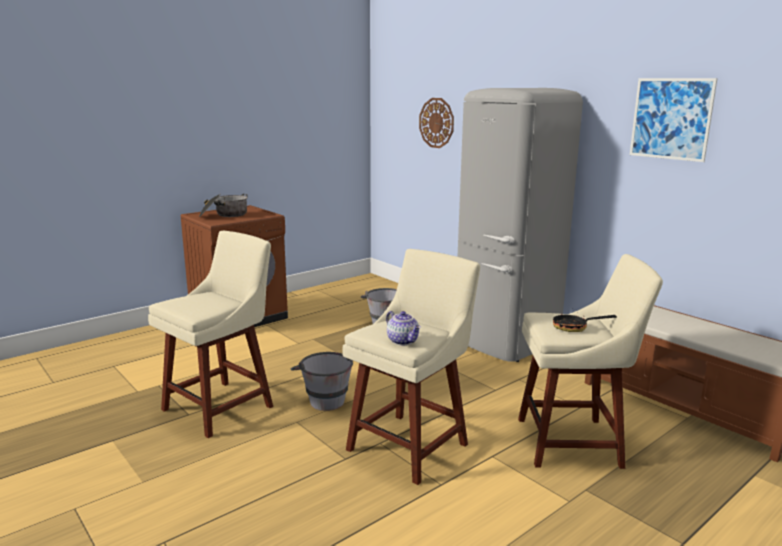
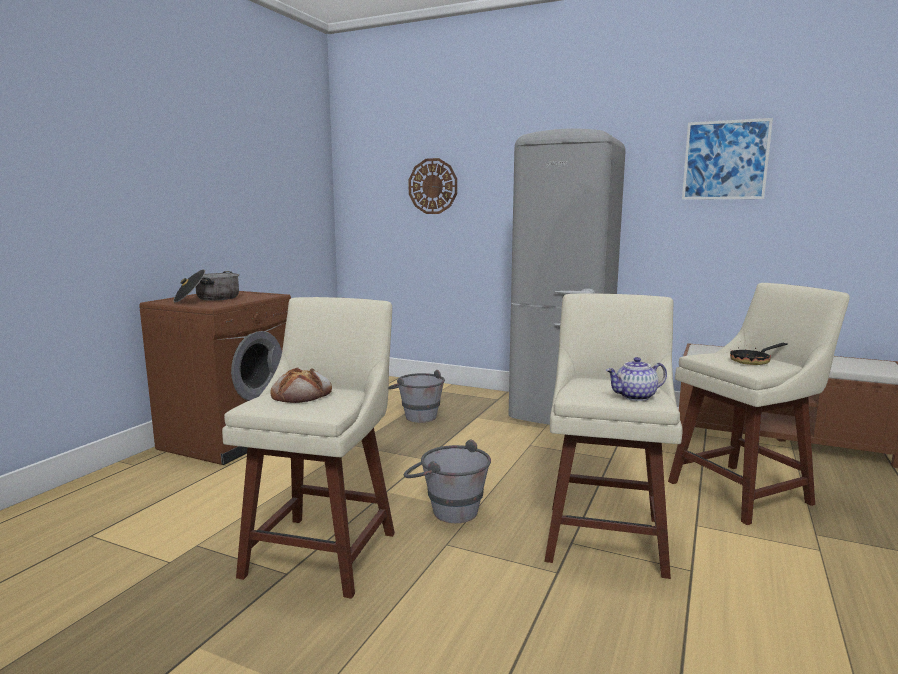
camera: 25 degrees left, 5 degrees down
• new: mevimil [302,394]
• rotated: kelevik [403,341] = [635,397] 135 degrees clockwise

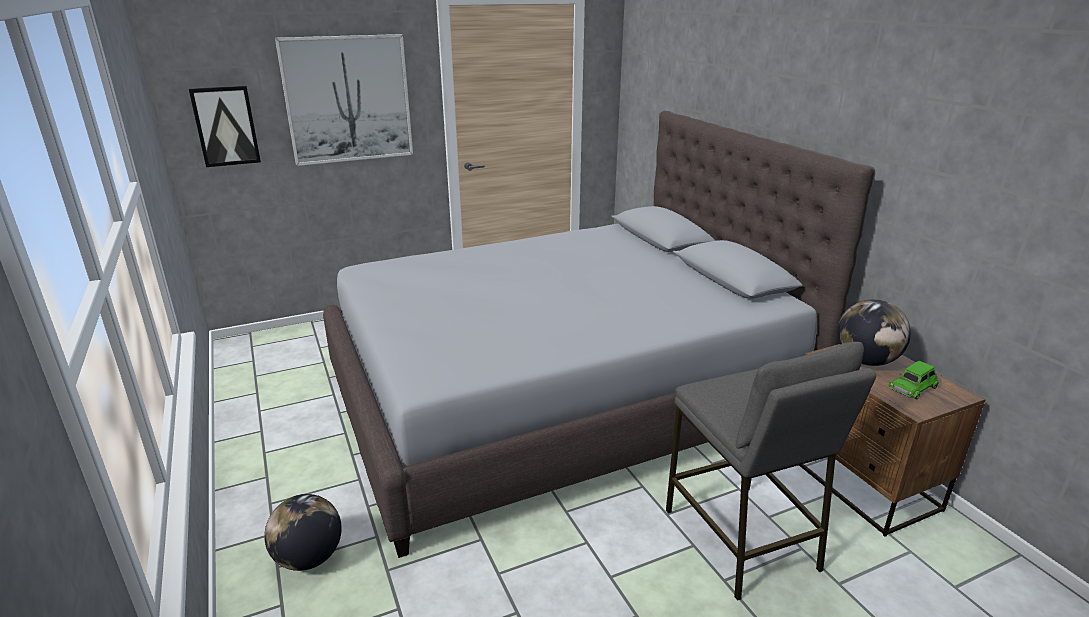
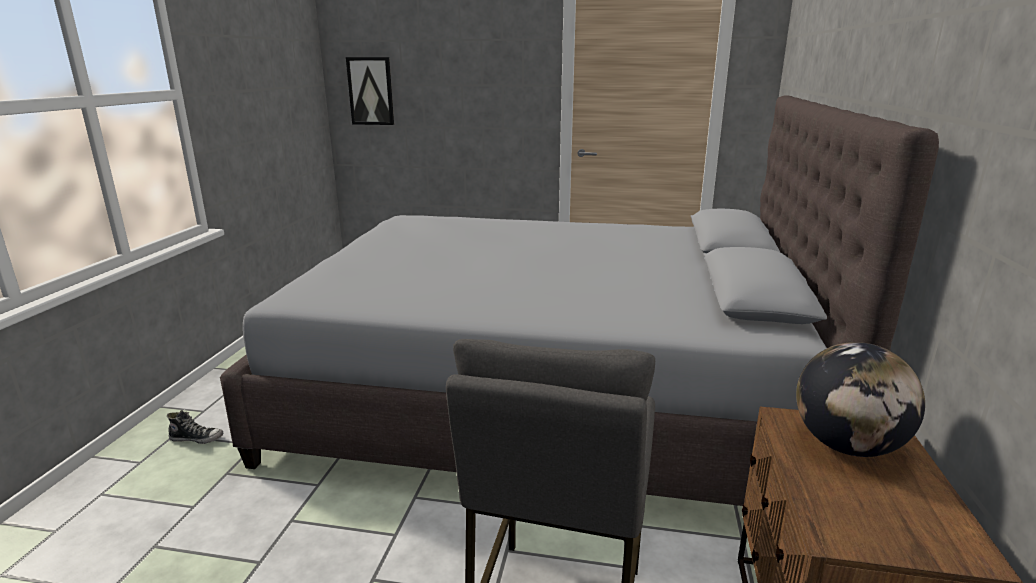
camera: 35 degrees right, 5 degrees down
• gone: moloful [348,99]
• gone: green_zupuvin [912,387]
• swapped: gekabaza [309,558] to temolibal [197,438]

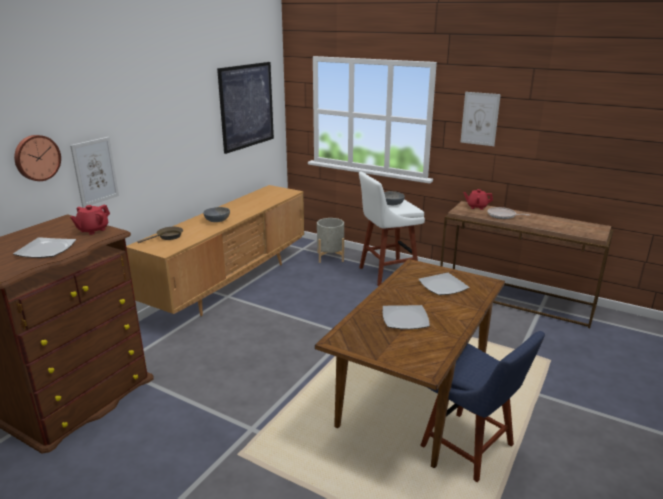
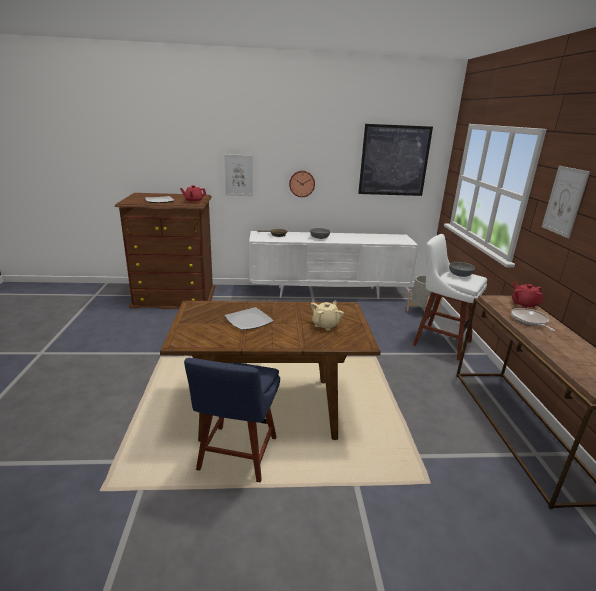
camera: 55 degrees right, 0 degrees up
• shifted: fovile [36,157] to [301,183]
• swapped: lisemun [443,286] to beige_kelevik [325,325]
• repainted: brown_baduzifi [231,284] to white_baduzifi [328,293]

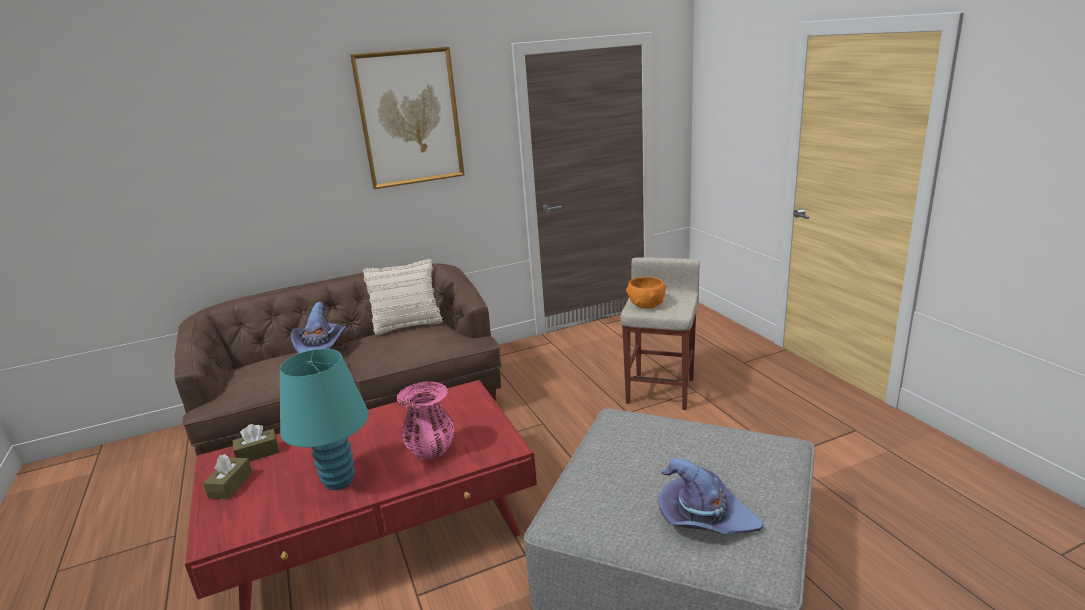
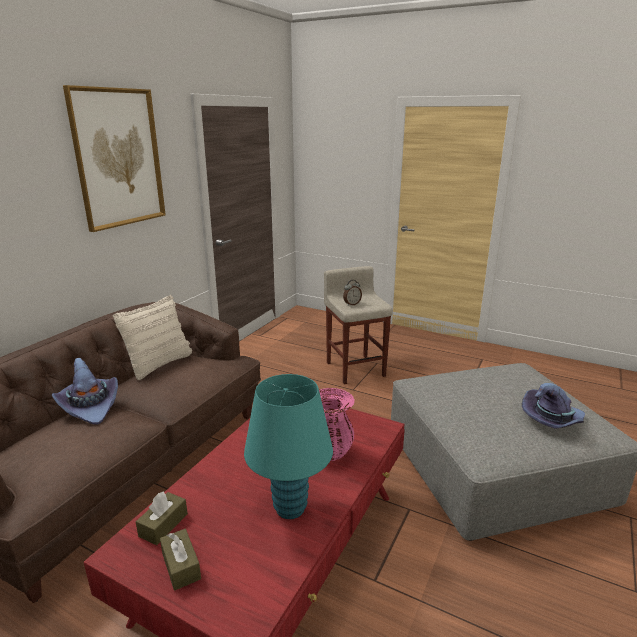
camera: 40 degrees left, 0 degrees up
• swapped: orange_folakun [646,305] to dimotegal [351,304]

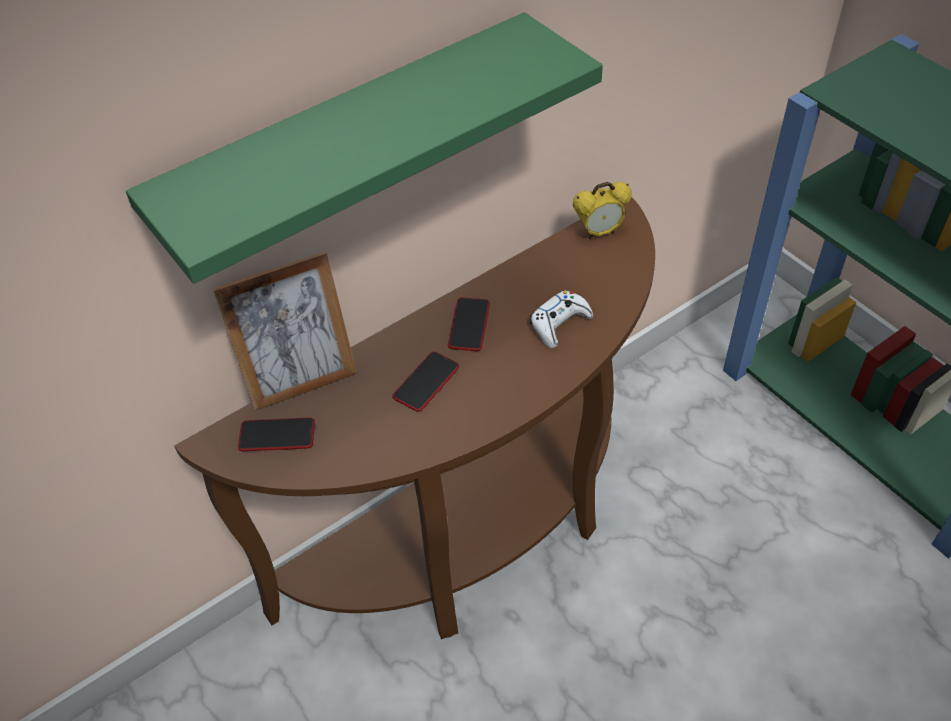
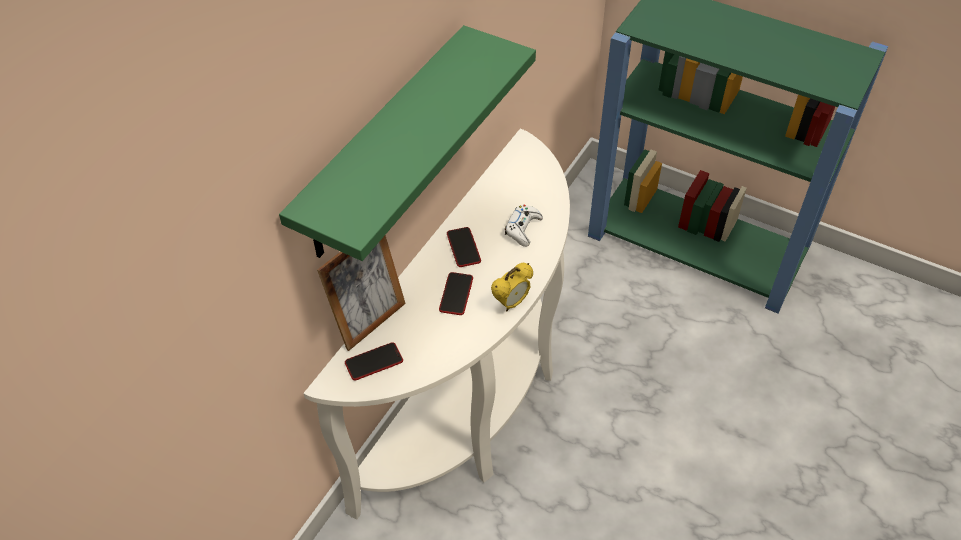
camera: 25 degrees left, 0 degrees up
• shifted: dimotegal [599,232] to [511,303]
• repainted: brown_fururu [478,536] to white_fururu [475,405]

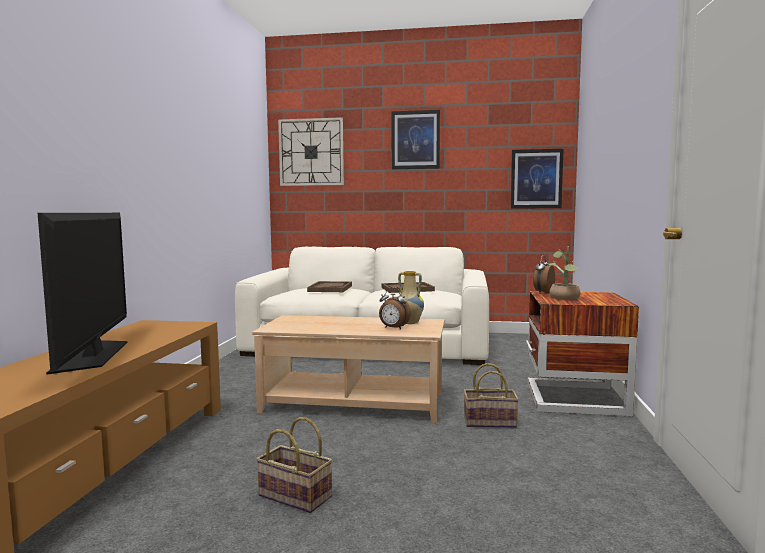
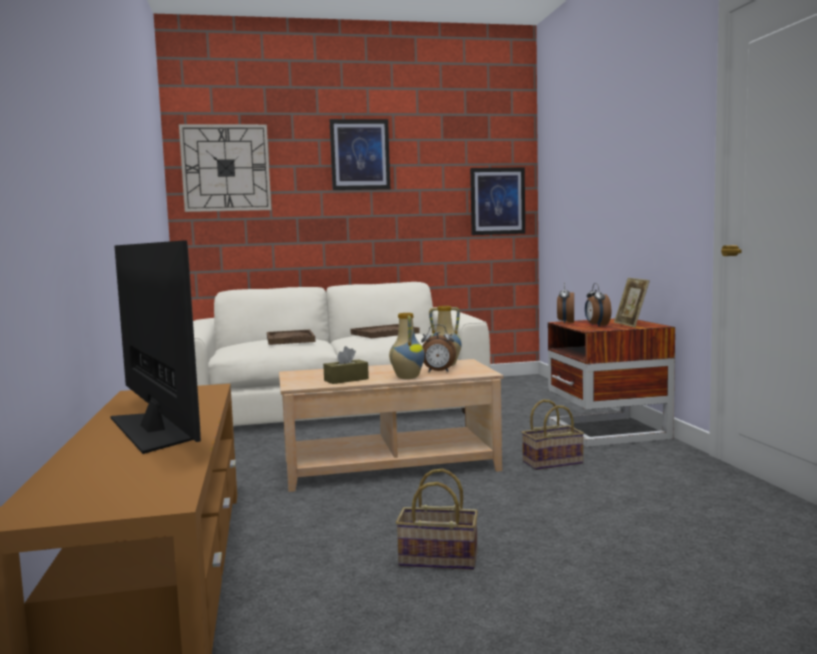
camera: 20 degrees left, 0 degrees up
• new: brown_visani [346,380]
• new: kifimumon [406,378]
• new: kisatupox [631,324]
• swapped: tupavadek [564,298] to dimotegal [596,325]

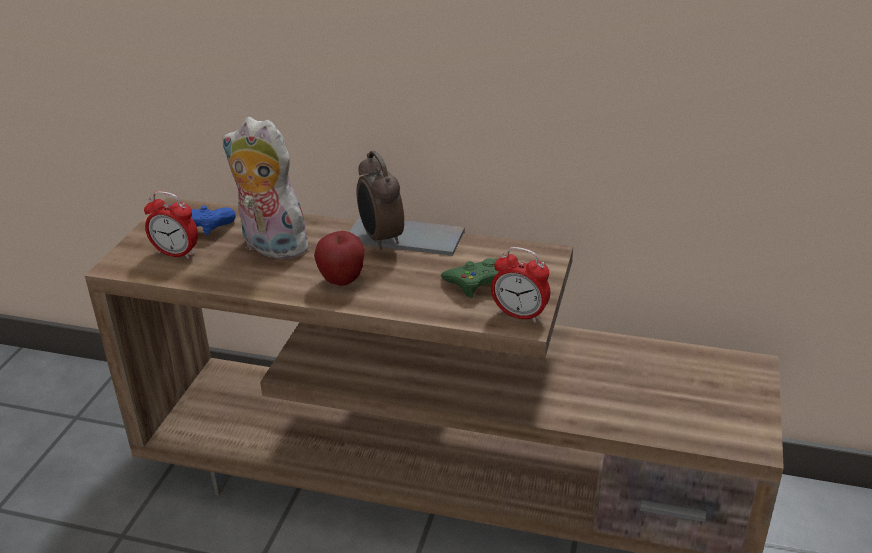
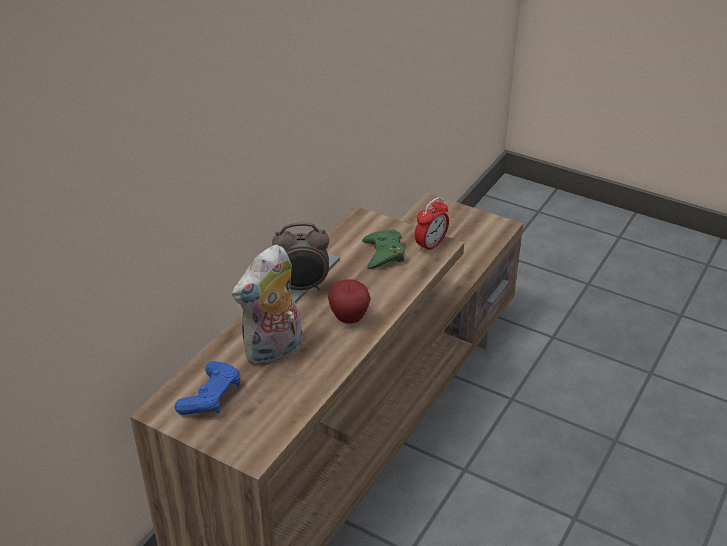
camera: 75 degrees left, 5 degrees up
• gone: dimotegal [176,253]

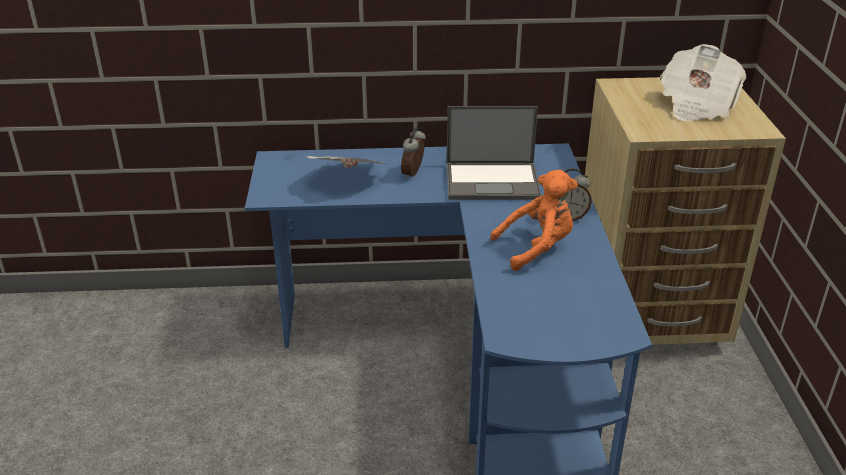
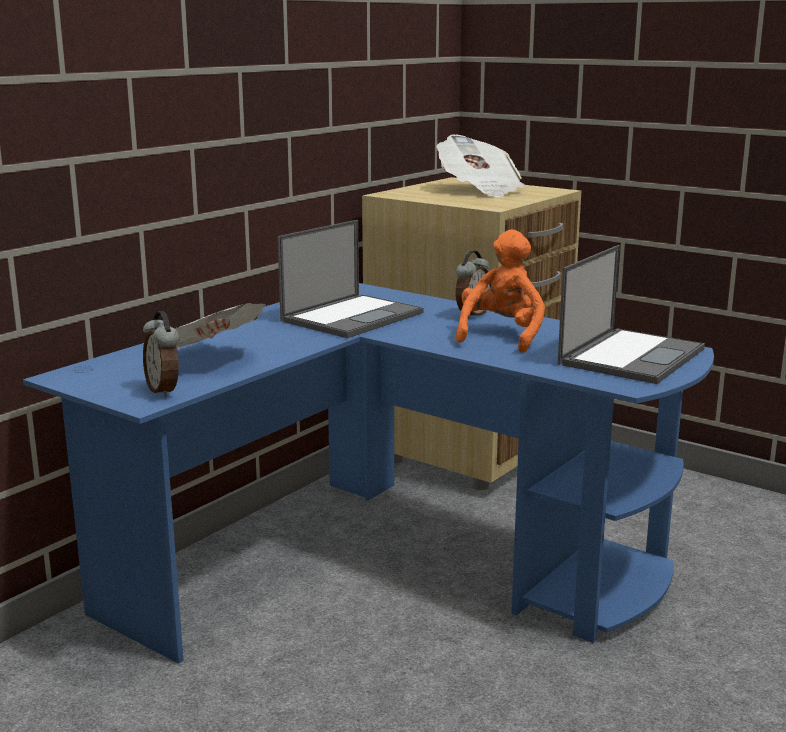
camera: 50 degrees left, 15 degrees down
• new: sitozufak [632,356]
• shifted: dimotegal [414,174] to [164,390]

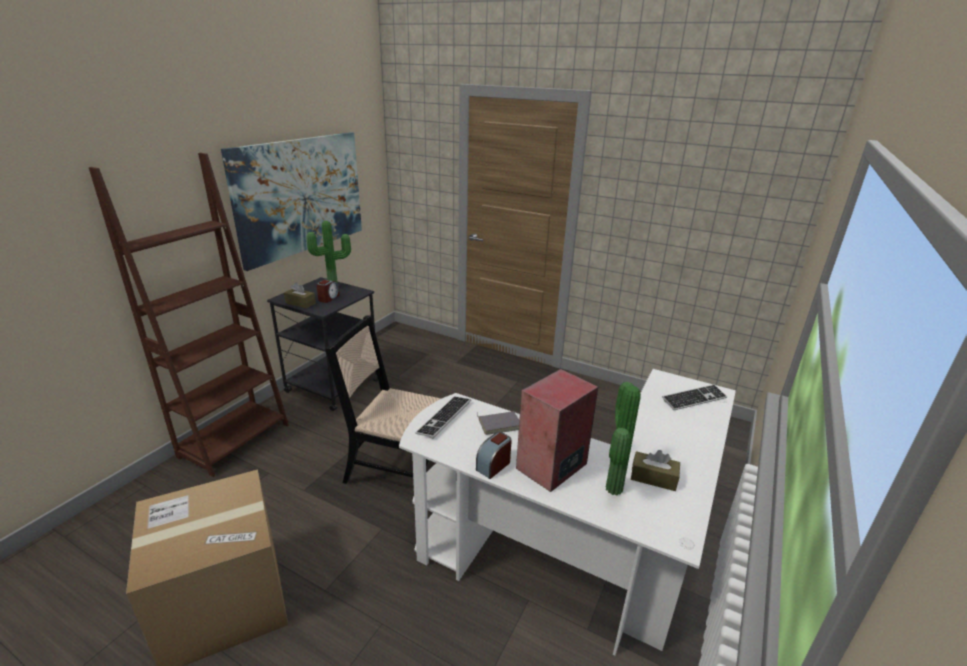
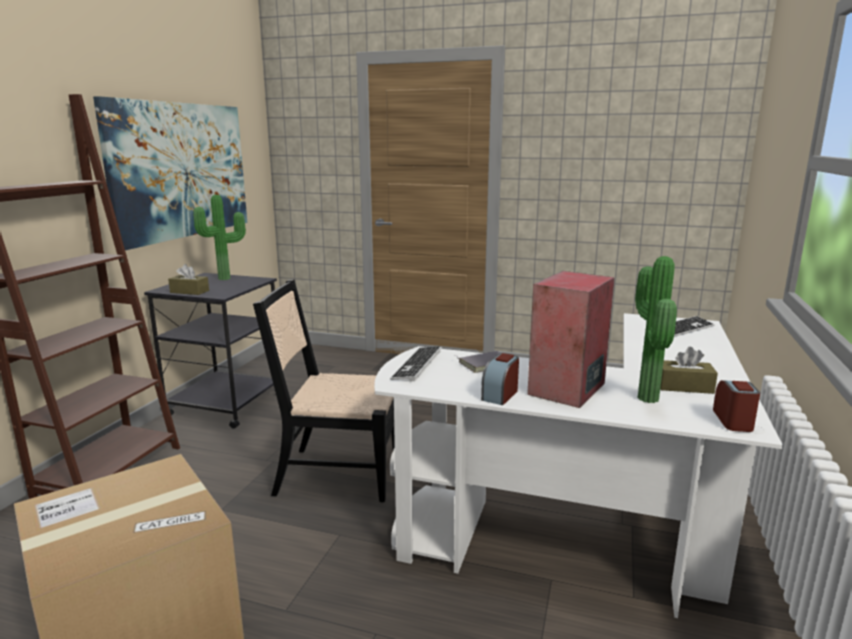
camera: 10 degrees left, 10 degrees down
• shifted: dimotegal [328,298] to [733,421]

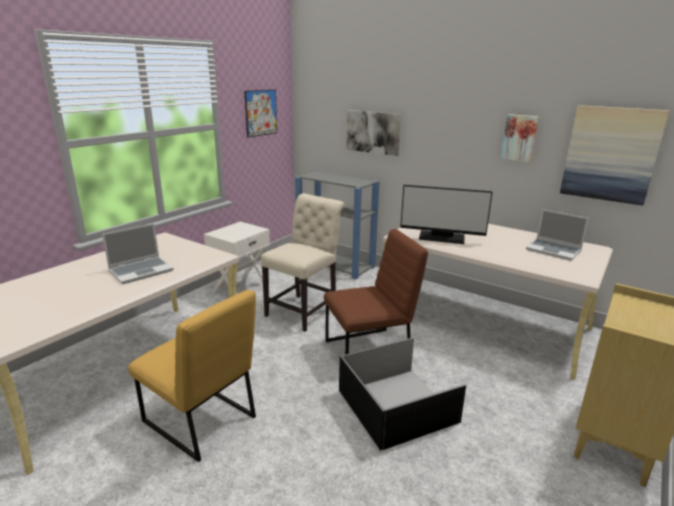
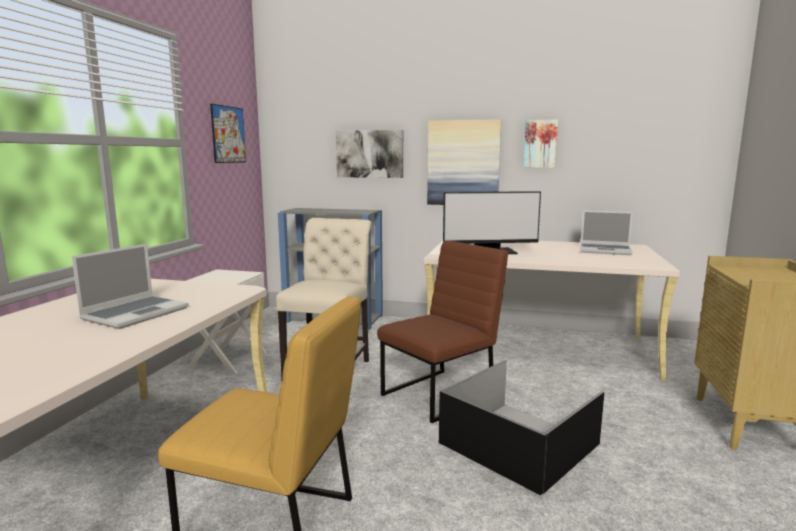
camera: 20 degrees left, 10 degrees down
• shifted: moloful [610,154] to [463,163]

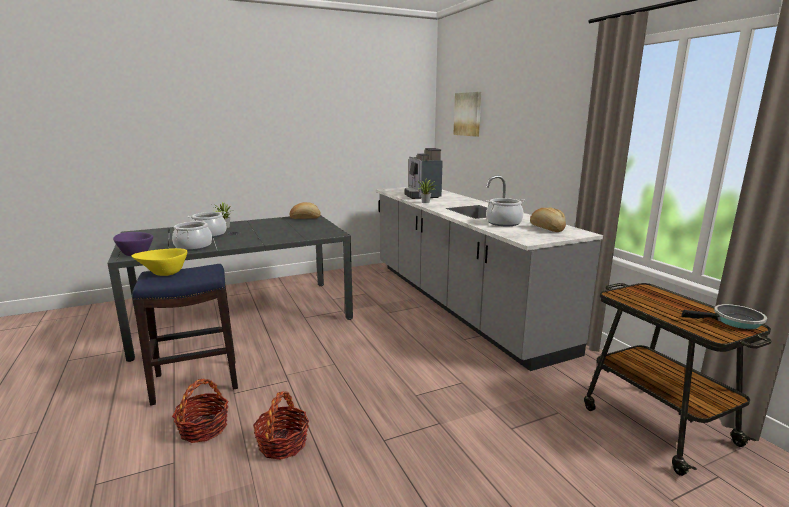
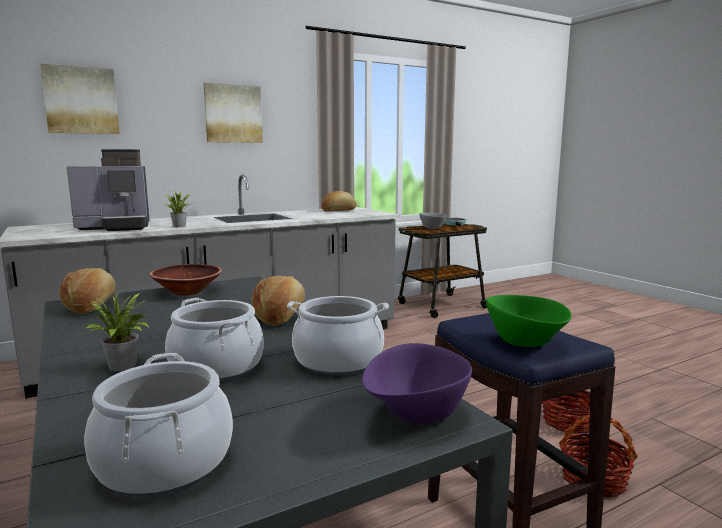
camera: 95 degrees left, 5 degrees down
• new: brown_folakun [187,292]
• new: moloful [233,114]
• new: mevimil [280,316]
• new: grey_folakun [433,228]
• shifted: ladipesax [503,223] to [164,462]
• repainted: yellow_folakun [163,273] to green_folakun [527,344]

